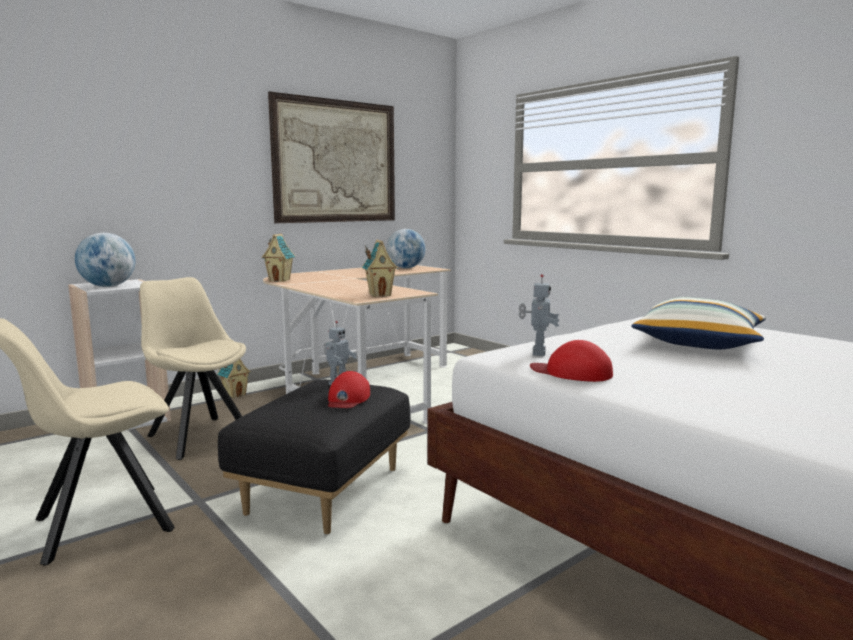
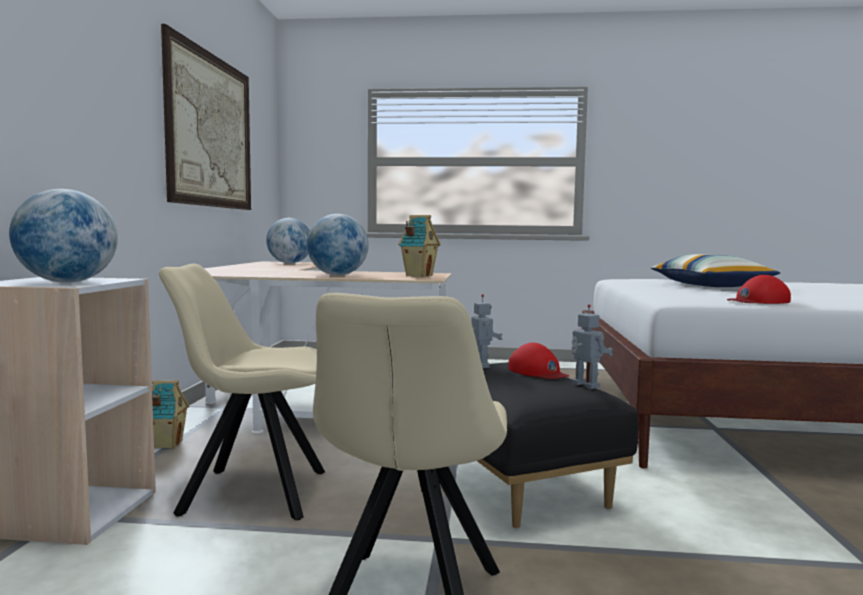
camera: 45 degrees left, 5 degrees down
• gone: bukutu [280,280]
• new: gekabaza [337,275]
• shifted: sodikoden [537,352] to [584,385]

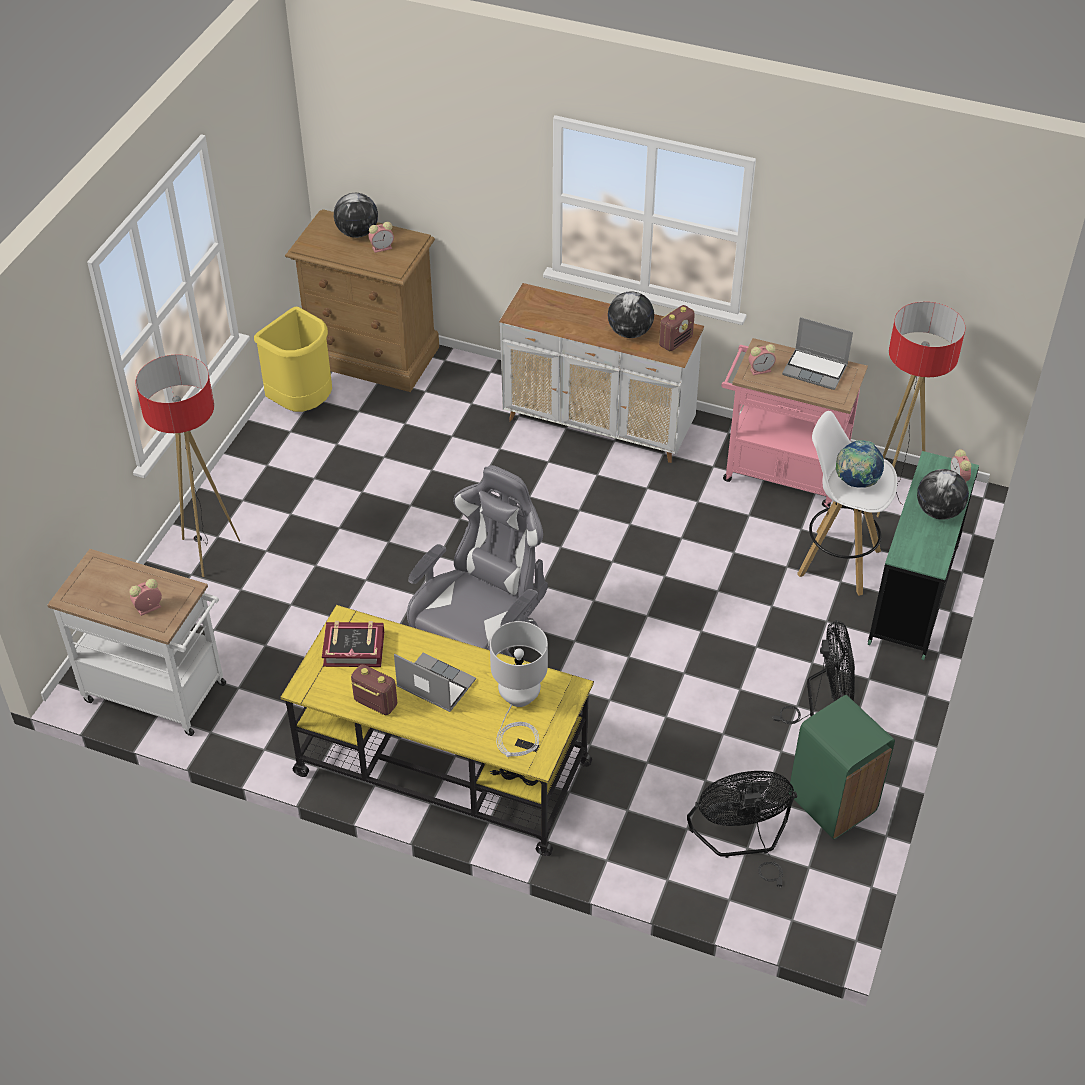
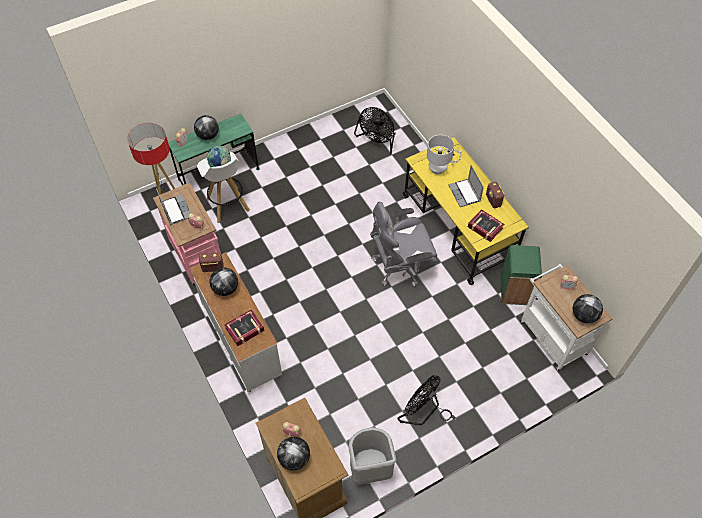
camera: 140 degrees left, 10 degrees up
• gone: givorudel [208,552]
• new: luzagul [245,330]
• new: gekabaza [583,315]
• shifted: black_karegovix [823,703] to [425,409]
• shifted: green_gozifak [832,802] to [514,291]
• repainted: yellow_gozifak [303,404] to grey_gozifak [370,469]

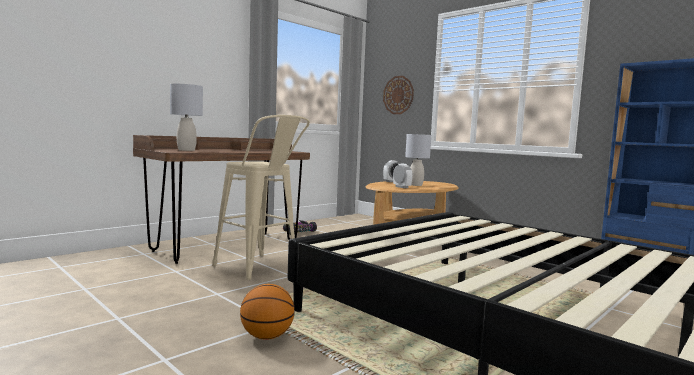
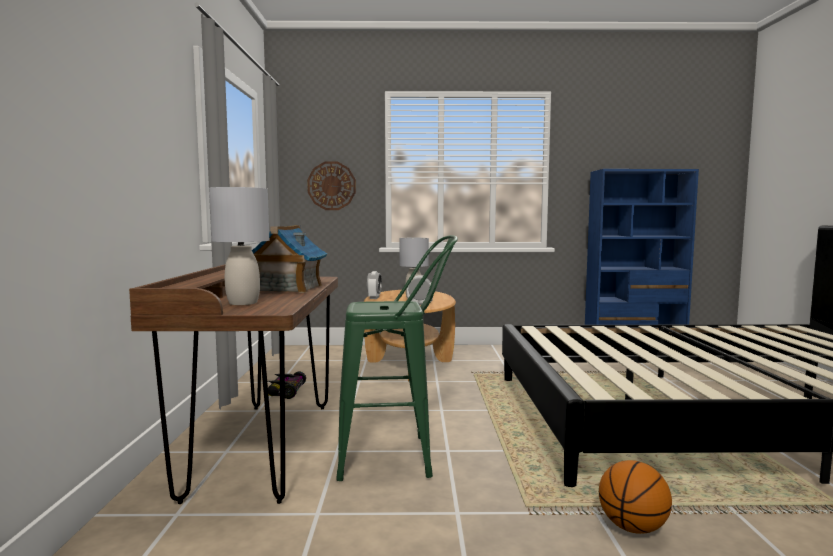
camera: 45 degrees left, 0 degrees up
• new: bukutu [287,288]
• repainted: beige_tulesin [261,269] to green_tulesin [397,457]

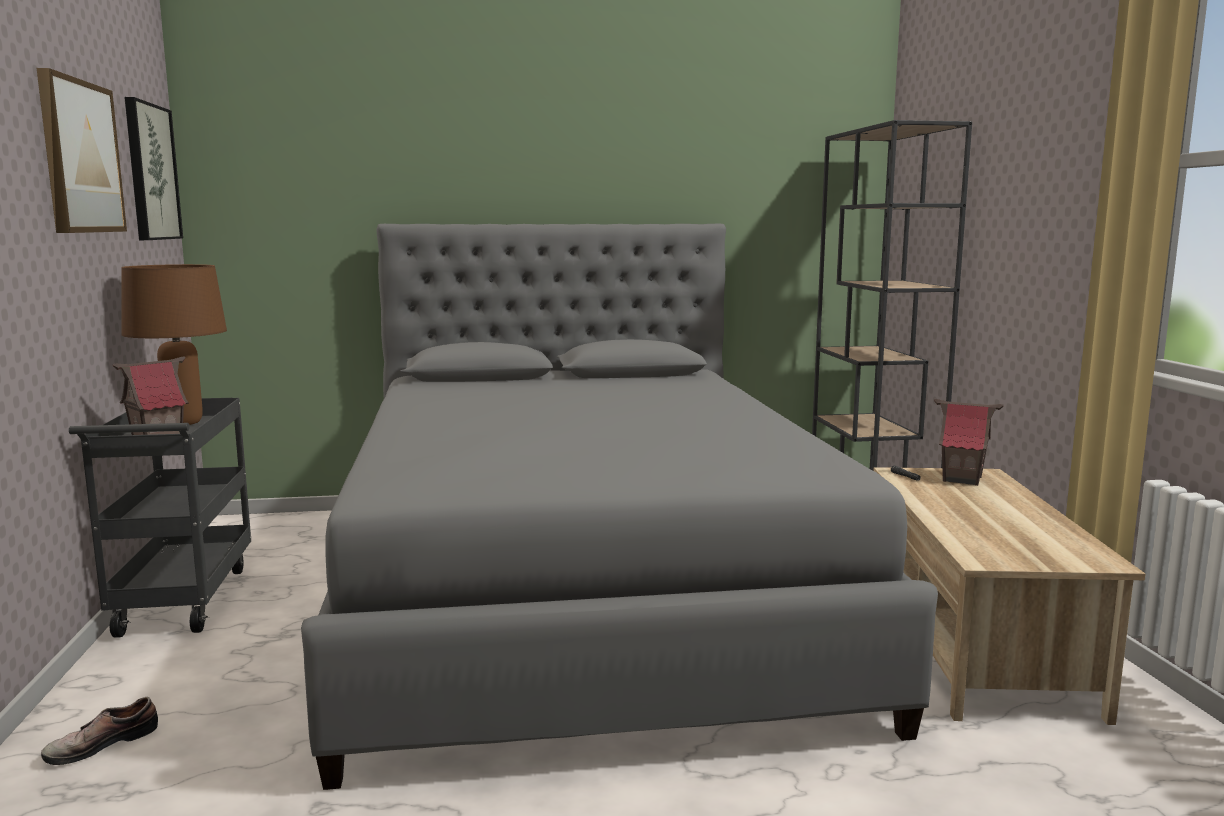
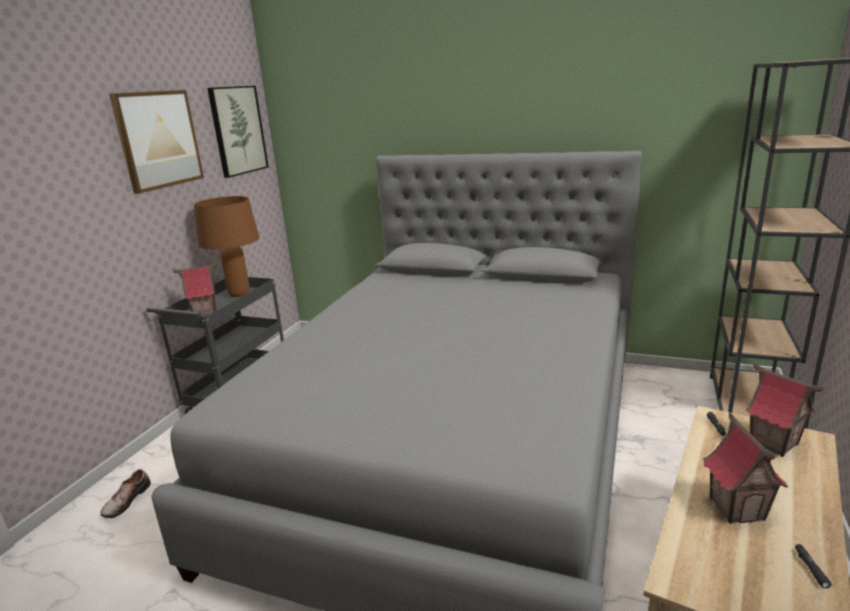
camera: 30 degrees right, 10 degrees up
• new: bukutu [737,508]
• new: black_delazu [810,568]
• rotated: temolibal [101,743] = [125,500] 60 degrees counterclockwise

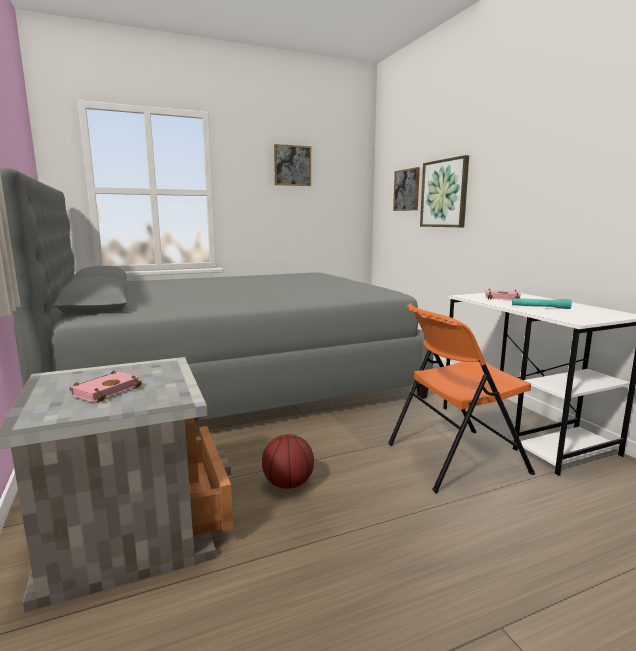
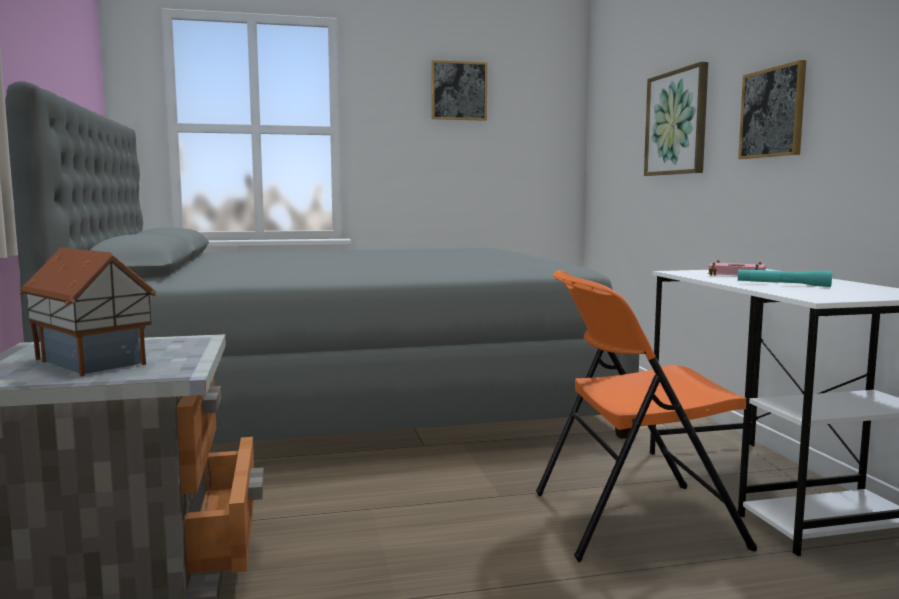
camera: 10 degrees right, 5 degrees down
• gone: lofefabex [288,484]
• shifted: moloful [407,190] to [772,113]
• swapped: pink_luzagul [107,390] to bukutu [94,360]

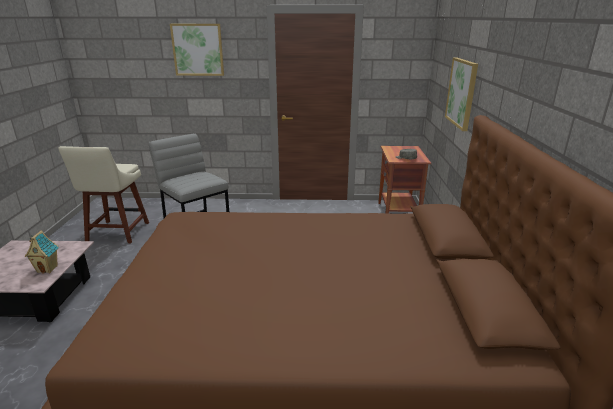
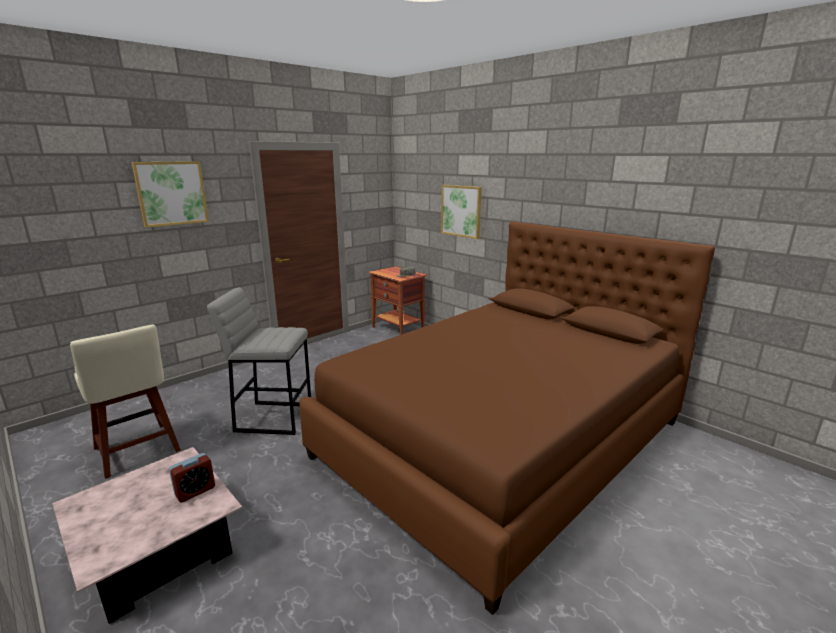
camera: 45 degrees left, 5 degrees down
• swapped: bukutu [48,269] to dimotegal [195,491]

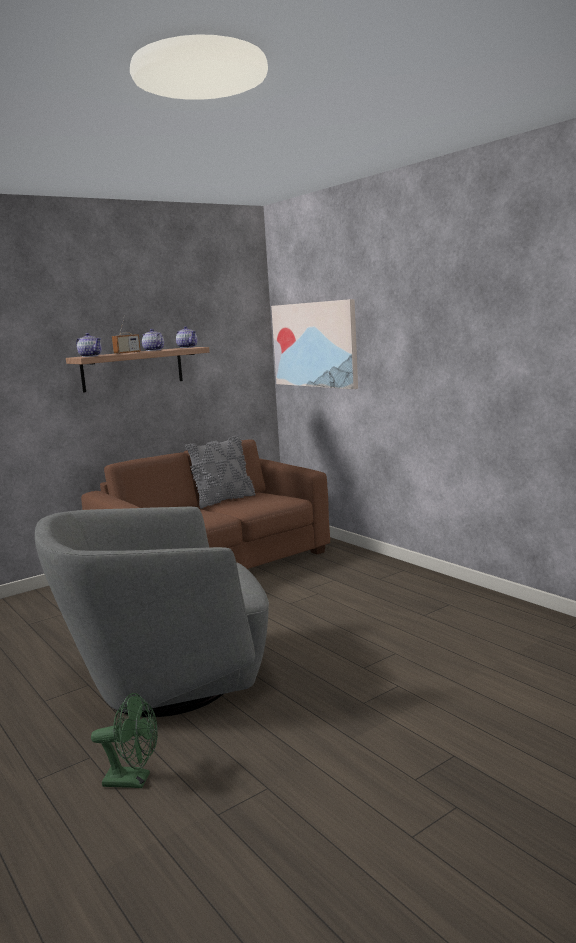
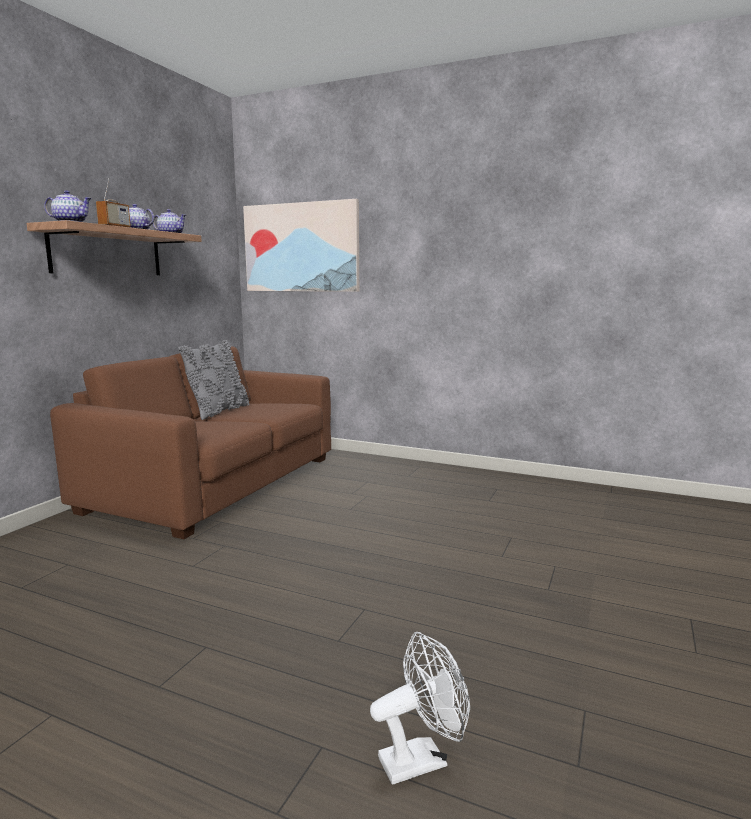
camera: 30 degrees left, 0 degrees up
• gone: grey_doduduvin [165,682]
• repainted: green_karegovix [134,780] to white_karegovix [421,759]

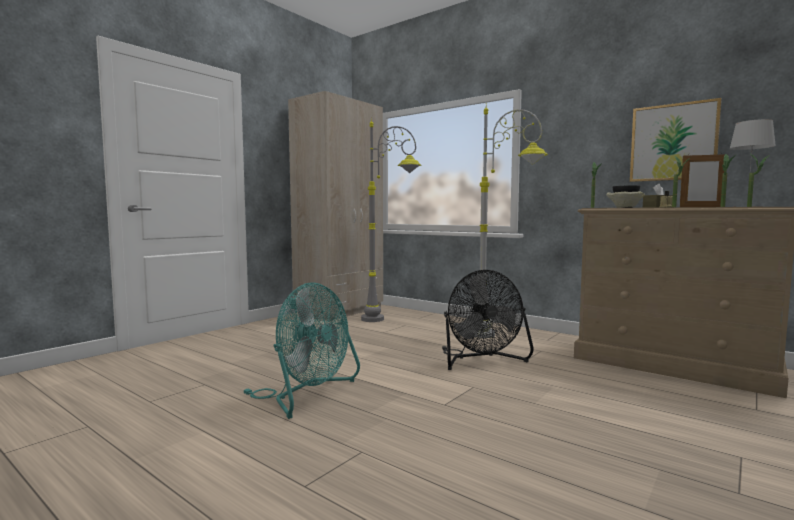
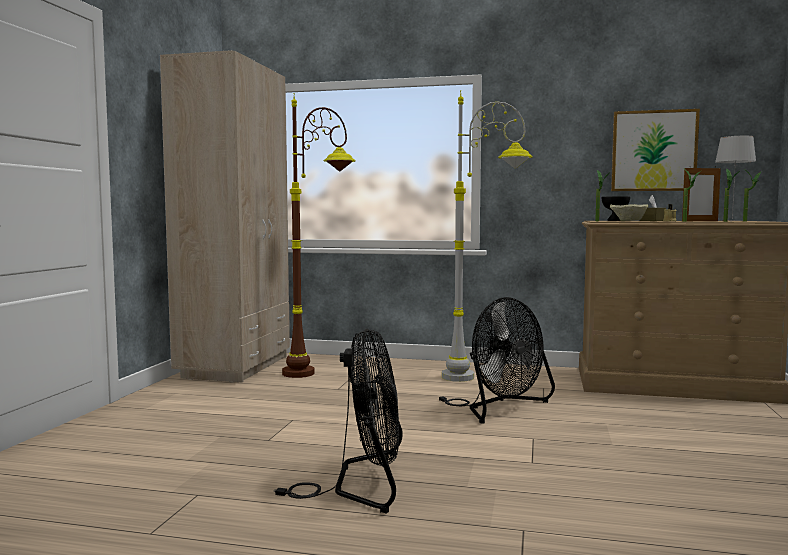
camera: 25 degrees left, 0 degrees up
• repainted: turquoise_karegovix [304,395] to black_karegovix [361,482]
• repainted: grey_givorudel [391,318] to brown_givorudel [321,369]

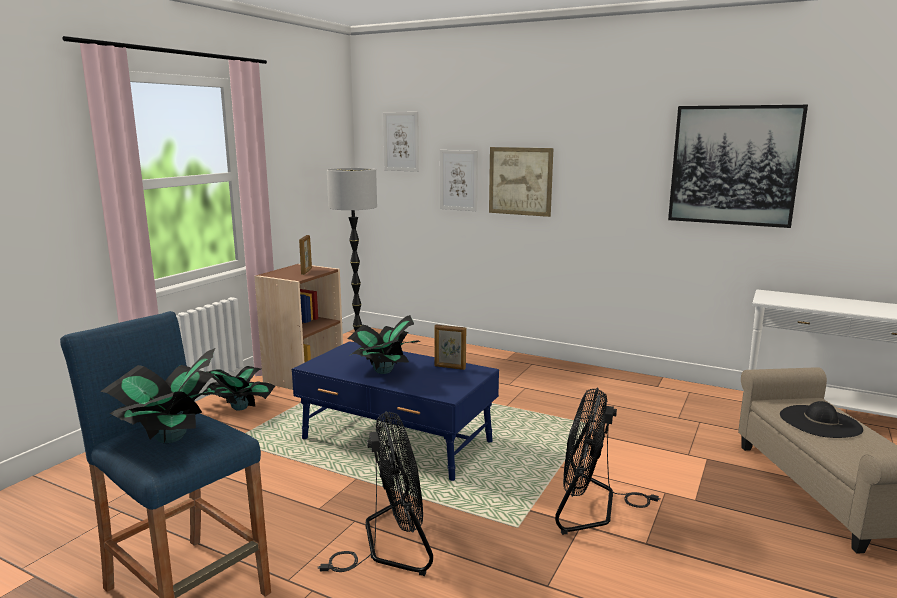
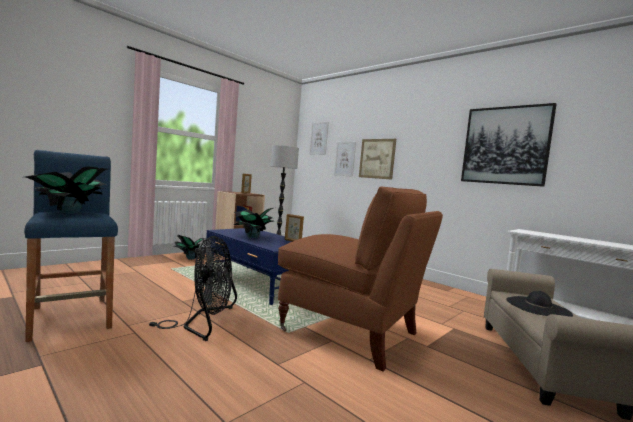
camera: 15 degrees right, 10 degrees down
• swapped: black_karegovix [593,503] to brown_doduduvin [351,332]

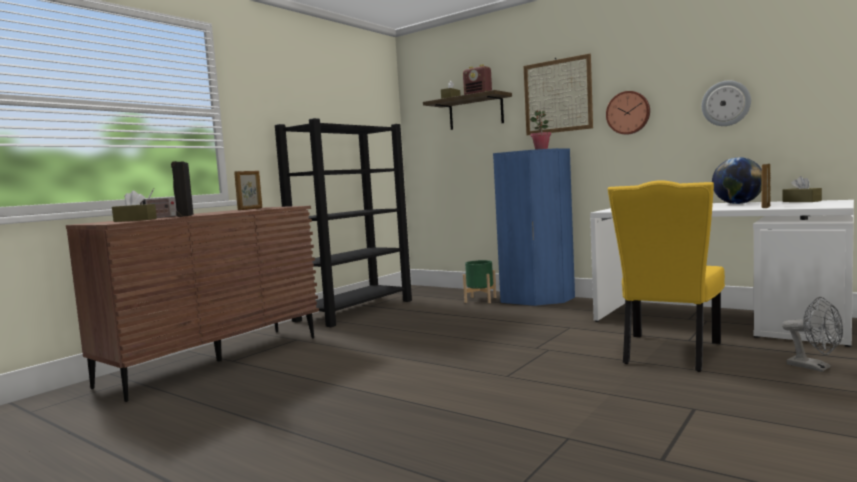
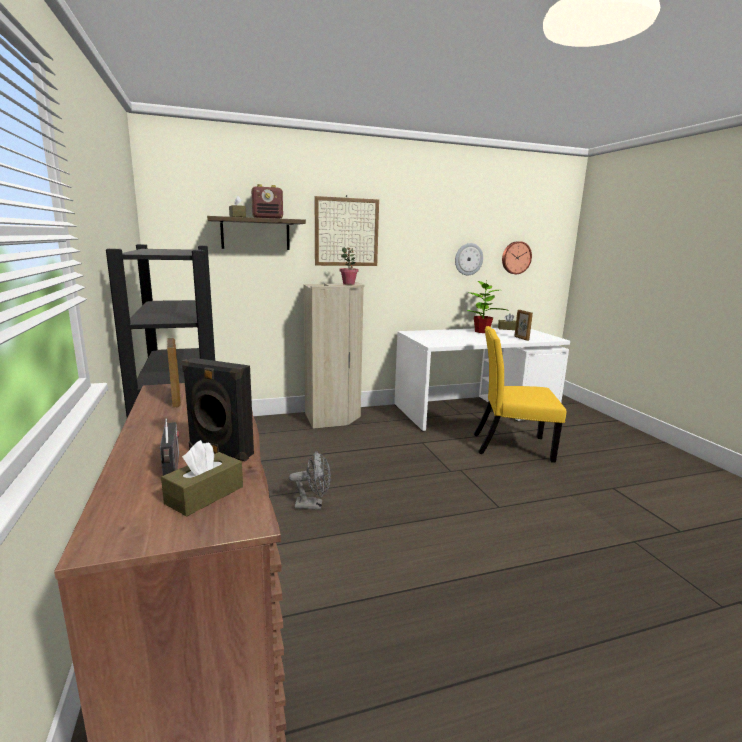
camera: 55 degrees left, 10 degrees up
• gone: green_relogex [480,300]
• shifted: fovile [628,113] to [515,257]
• shifted: grey_karegovix [815,367] to [313,505]
• swapped: gekabaza [737,204] to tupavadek [482,332]
• repainted: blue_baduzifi [537,299] to beige_baduzifi [333,417]
• rotated: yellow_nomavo [669,351] = [513,446] 120 degrees clockwise

